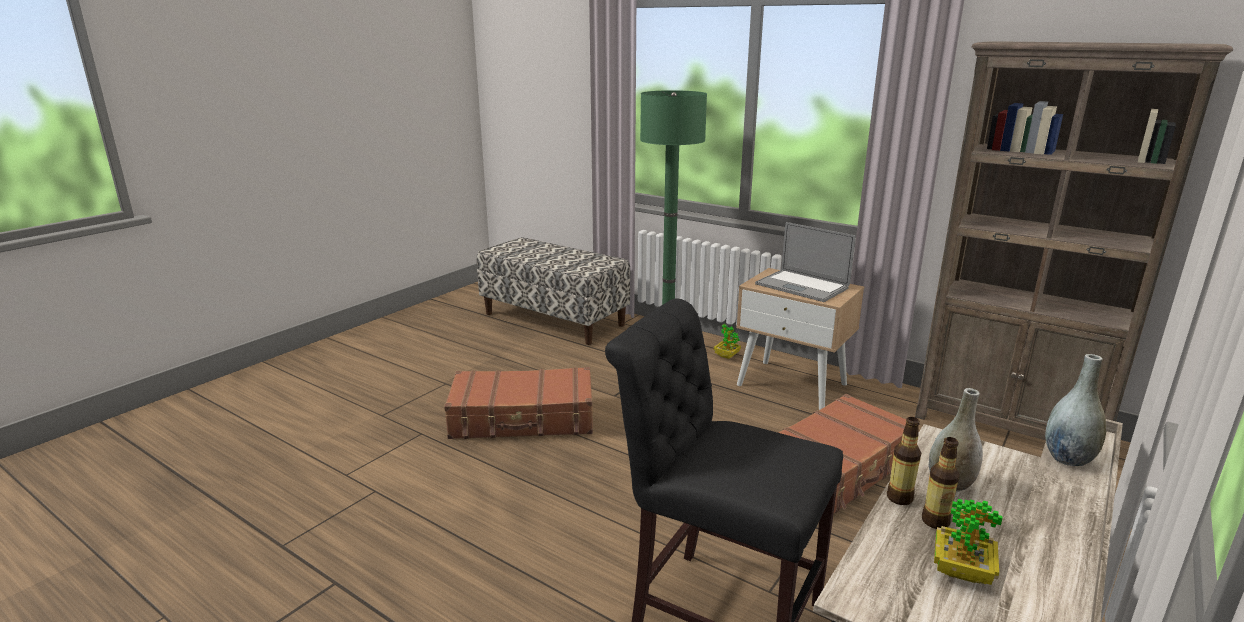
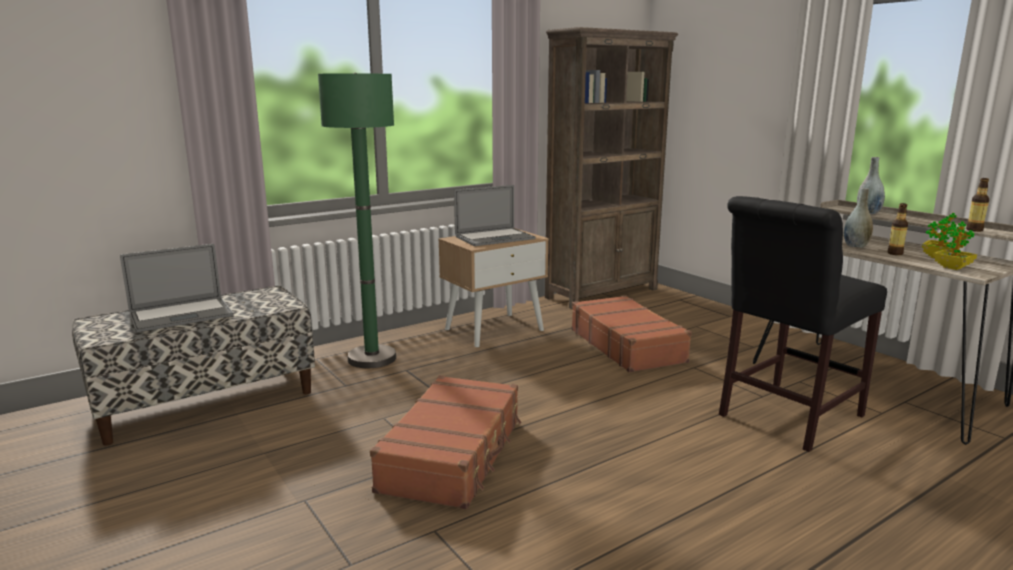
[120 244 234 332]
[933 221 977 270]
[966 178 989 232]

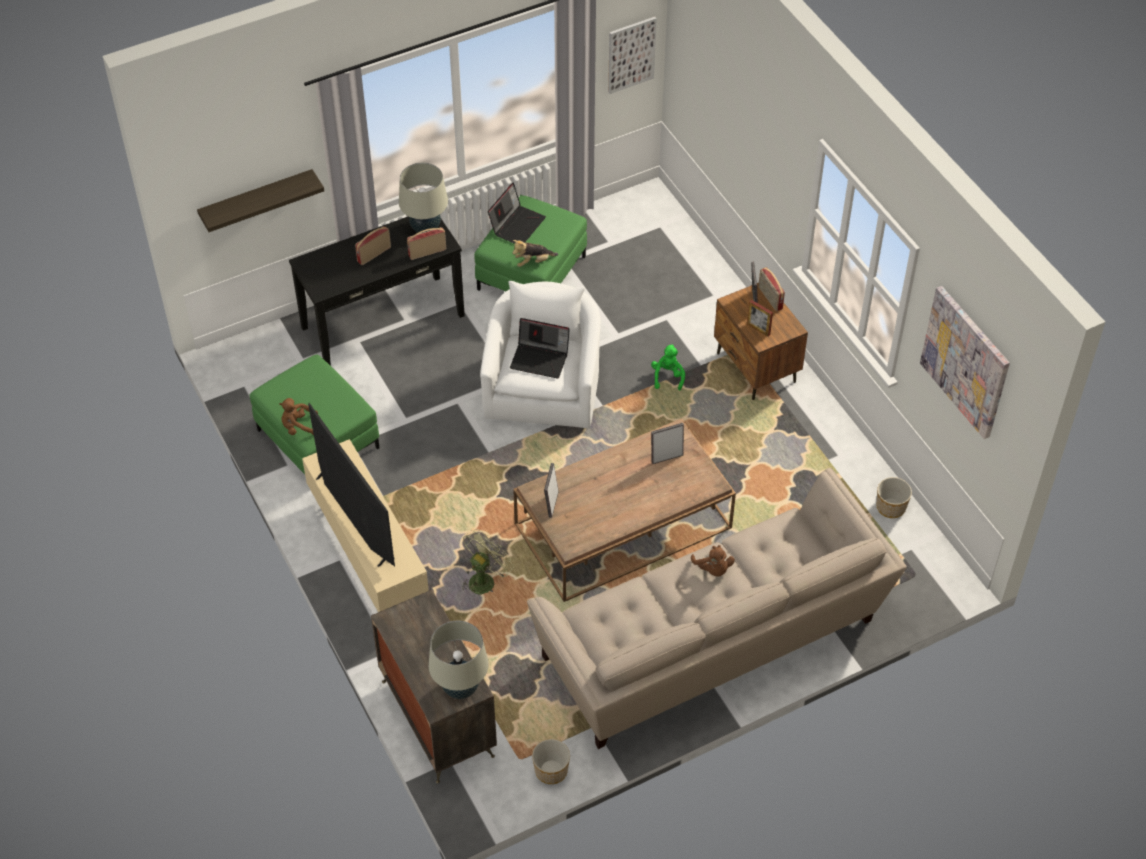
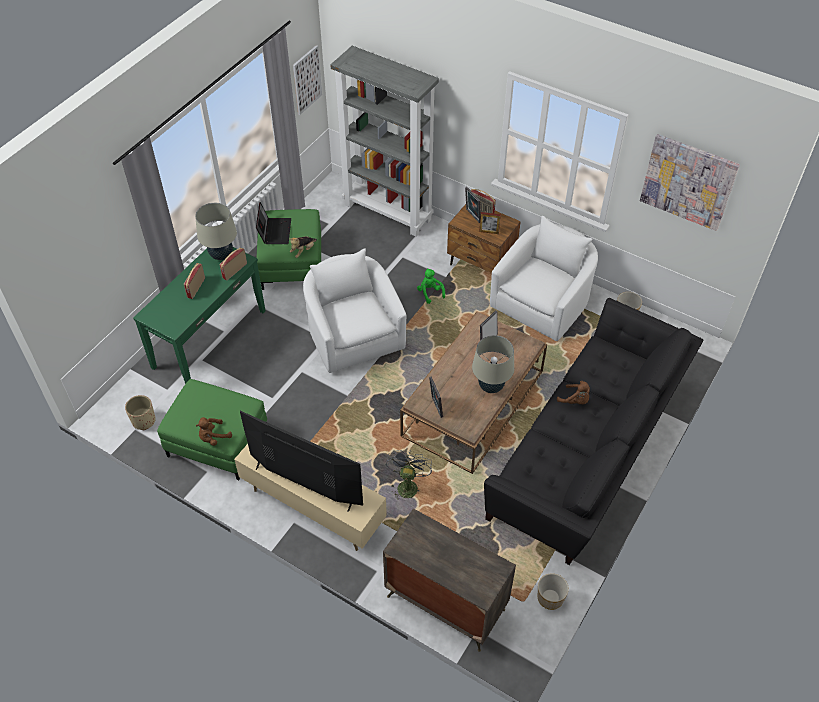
[197 169 324 232] (first image)
[510 318 570 378] (first image)
[125 395 156 430]
[330 46 439 237]
[490 216 598 341]
[472 335 514 393]
[133 247 265 384]
[386 450 432 500]
[484 298 703 565]

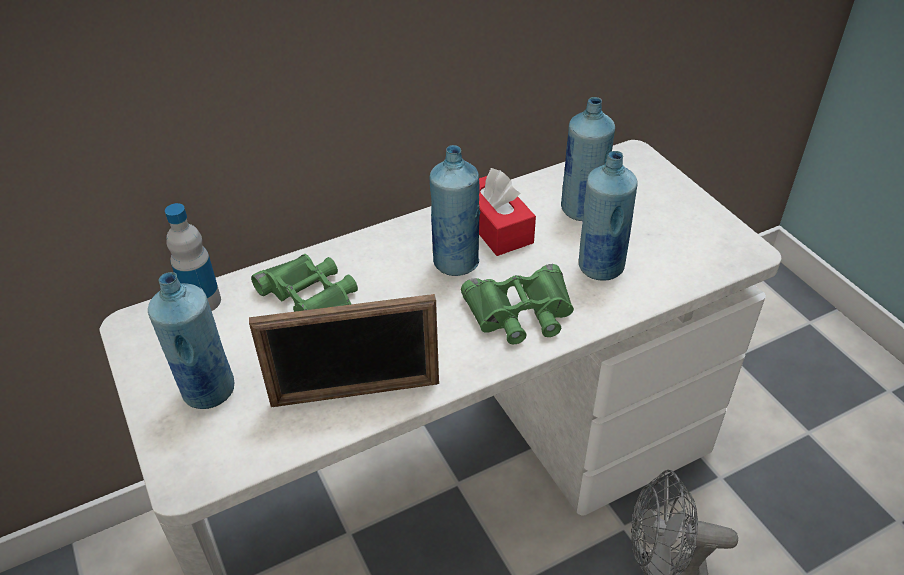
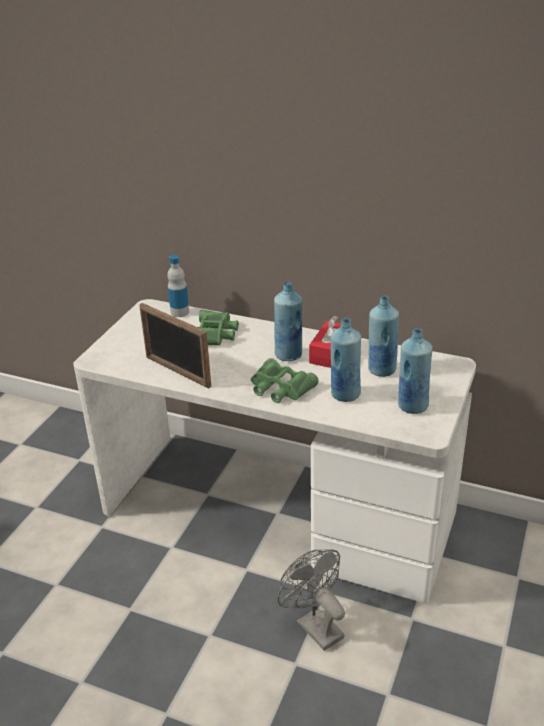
[398 328 433 414]

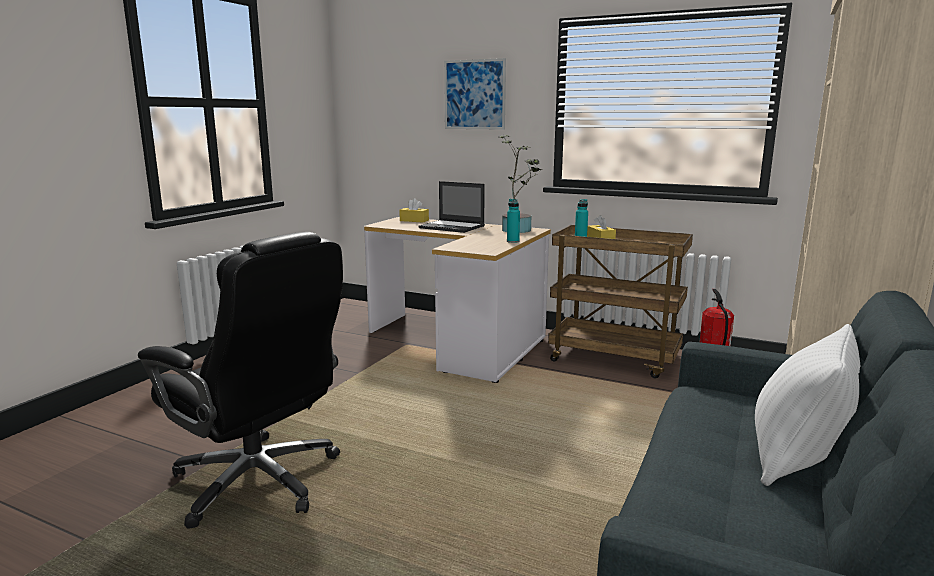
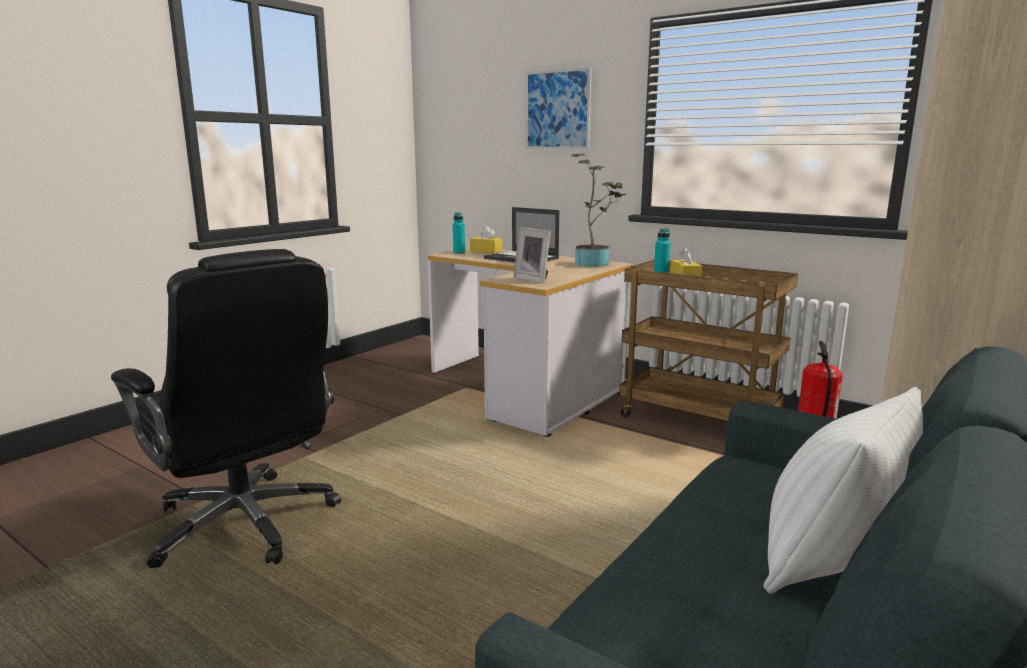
[514 227 551 283]
[453 212 465 254]

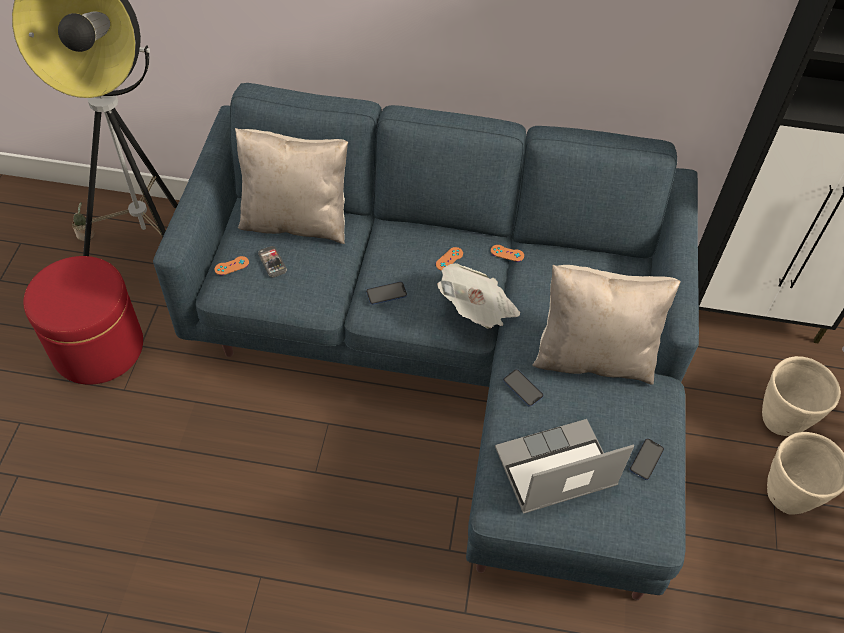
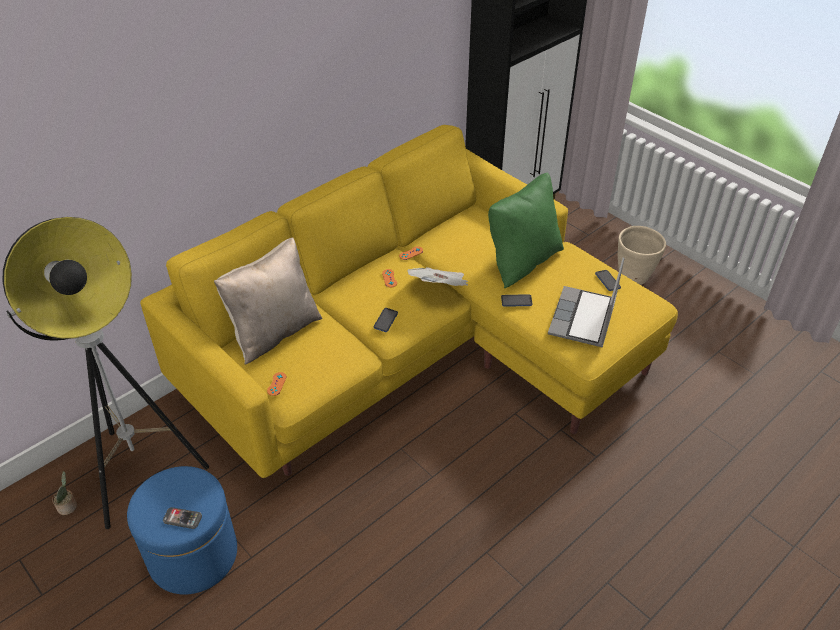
[762 356 841 436] (first image)
[163 507 202 529]
[127 466 237 595]
[140 125 678 478]
[488 172 564 288]

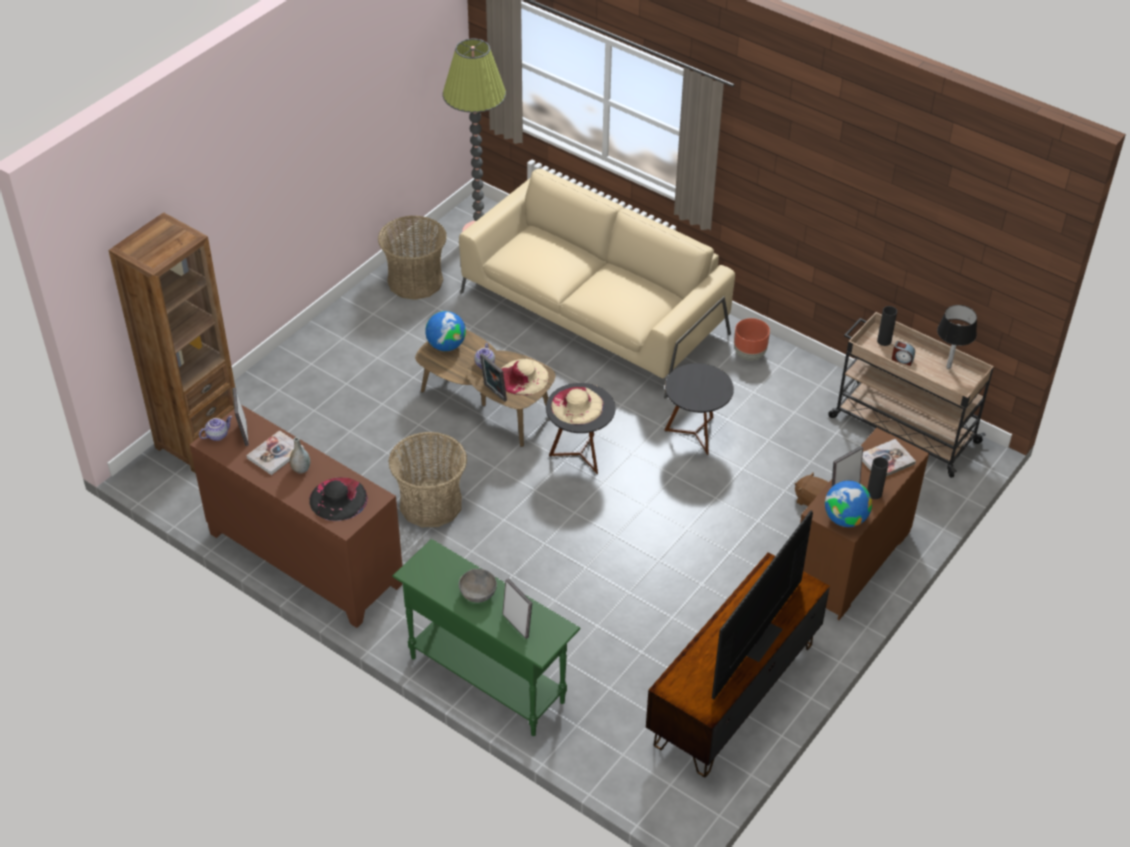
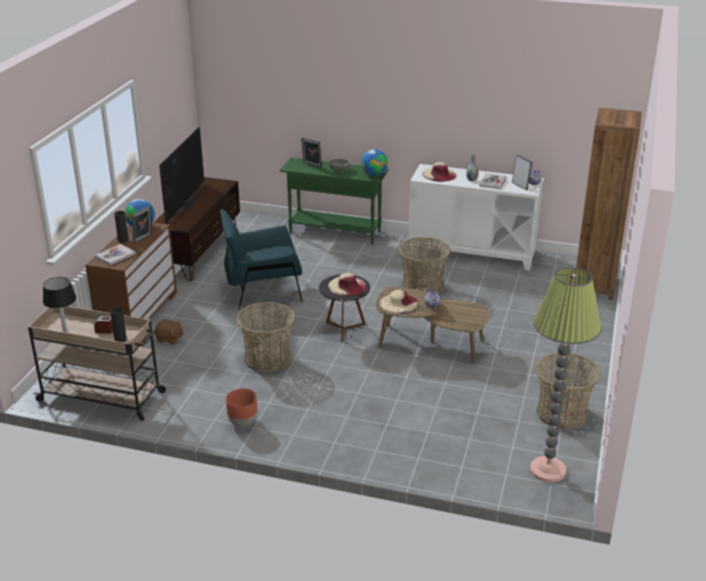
[459 169 735 399] (first image)
[480 354 507 402] (first image)
[220 209 303 310]
[361 149 388 176]
[236 302 295 372]
[408 164 544 271]
[422 162 457 182]

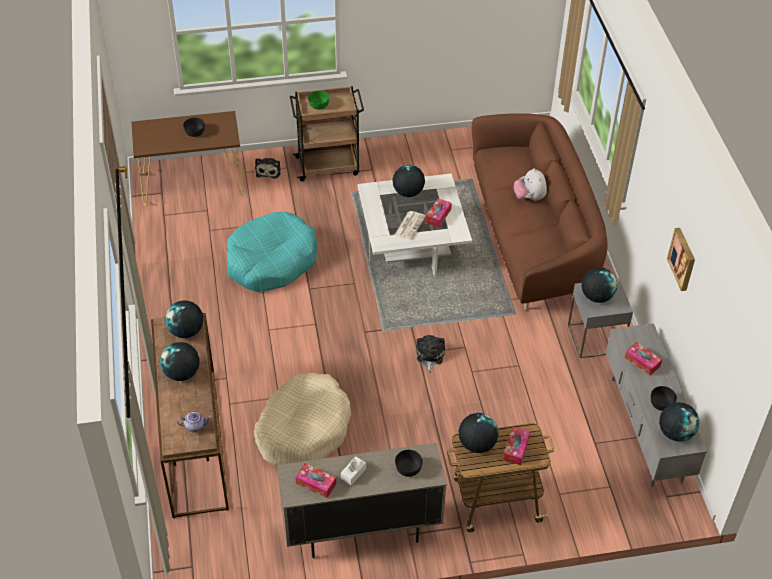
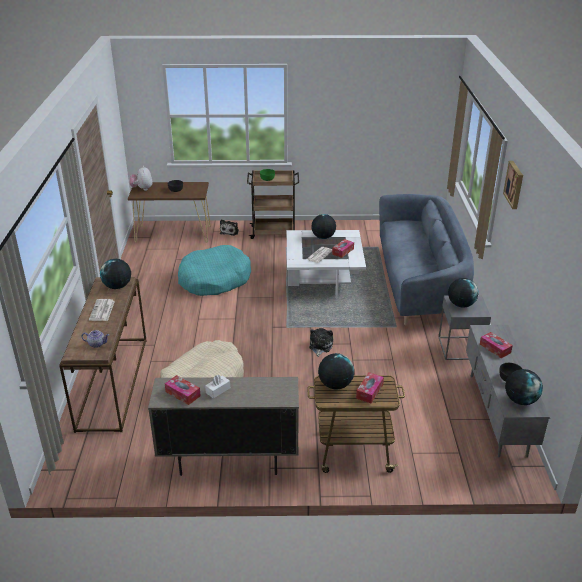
[395 450 423 477] (first image)
[129 166 153 191]
[503 161 523 209]
[89 299 115 321]
[379 194 474 325]

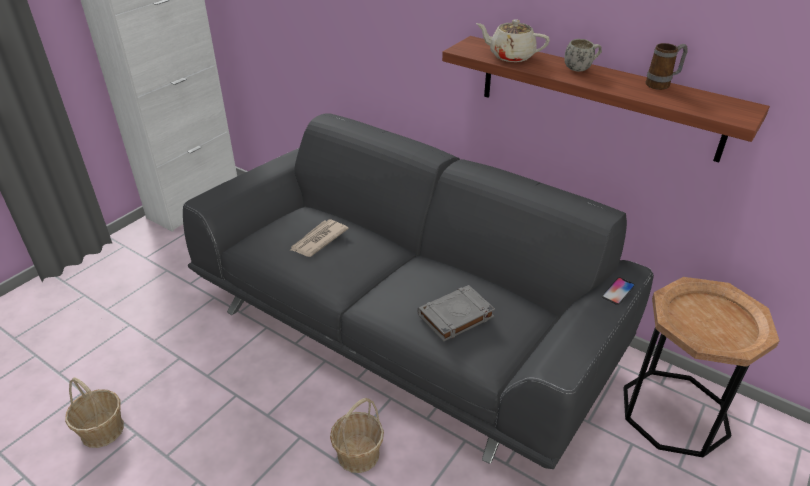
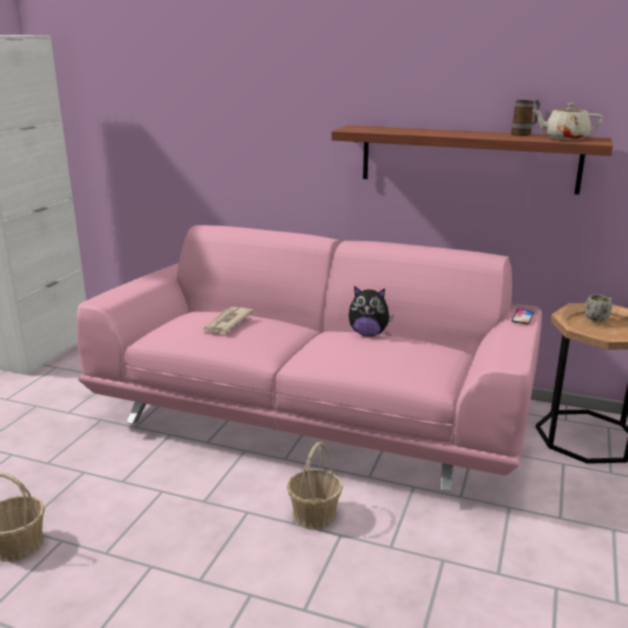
[417 285 495 342] (first image)
[349 286 394 336]
[532 103 603 140]
[584 295 613 322]
[77 225 542 491]

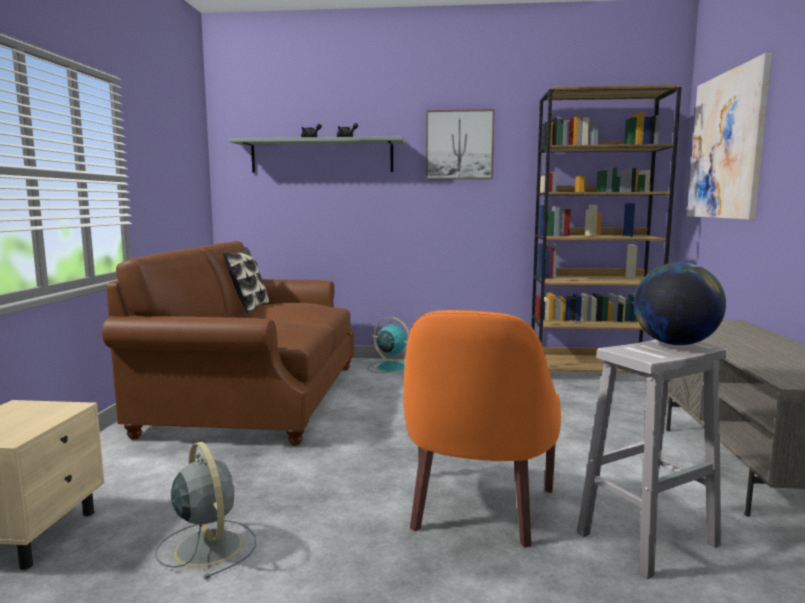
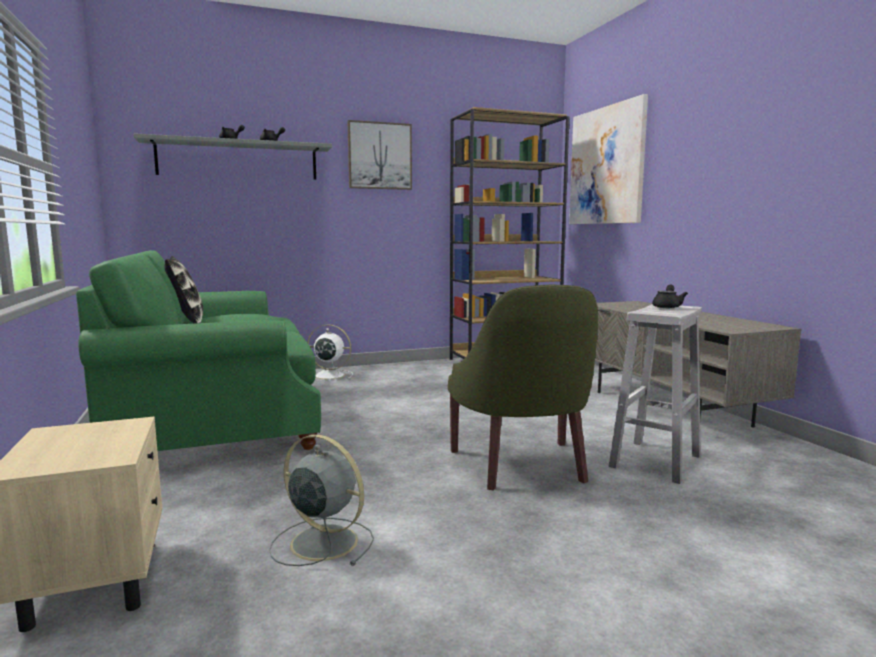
[652 285 688 308]
[76 250 321 451]
[307 325 353 381]
[448 285 598 491]

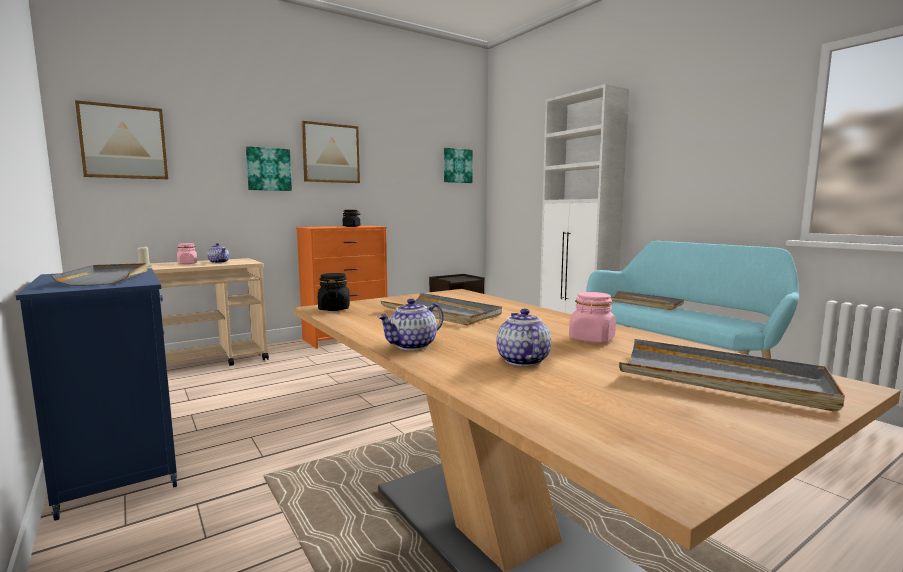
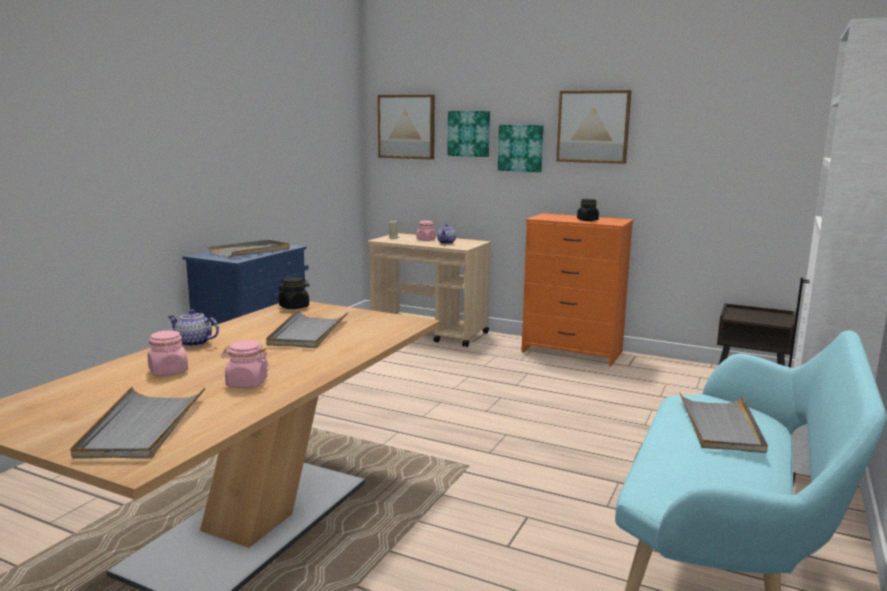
[447 111 490 157]
[148 330 188 376]

